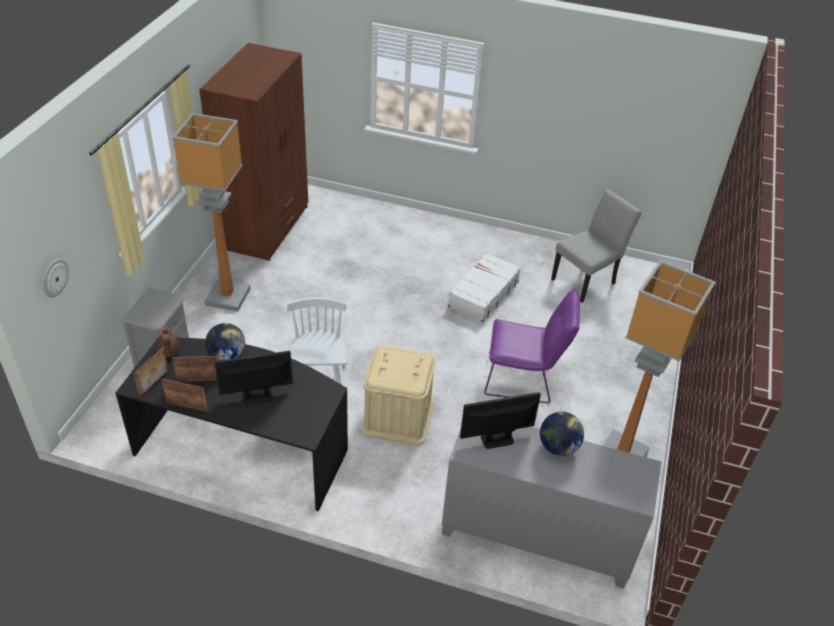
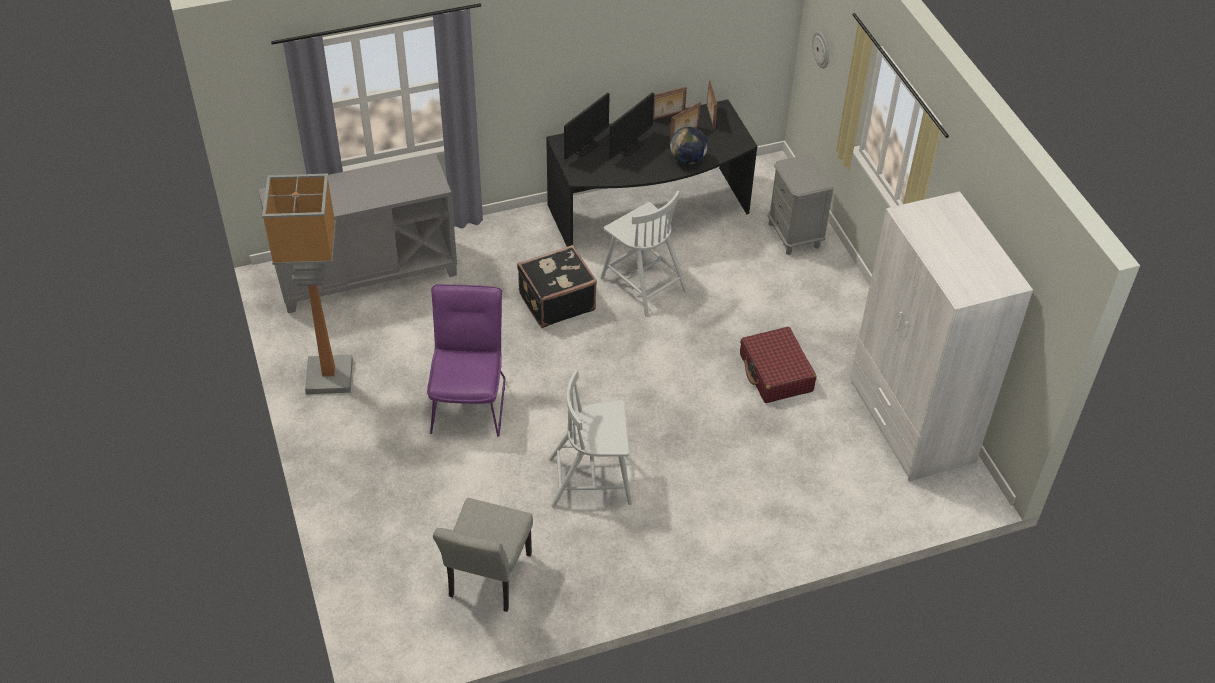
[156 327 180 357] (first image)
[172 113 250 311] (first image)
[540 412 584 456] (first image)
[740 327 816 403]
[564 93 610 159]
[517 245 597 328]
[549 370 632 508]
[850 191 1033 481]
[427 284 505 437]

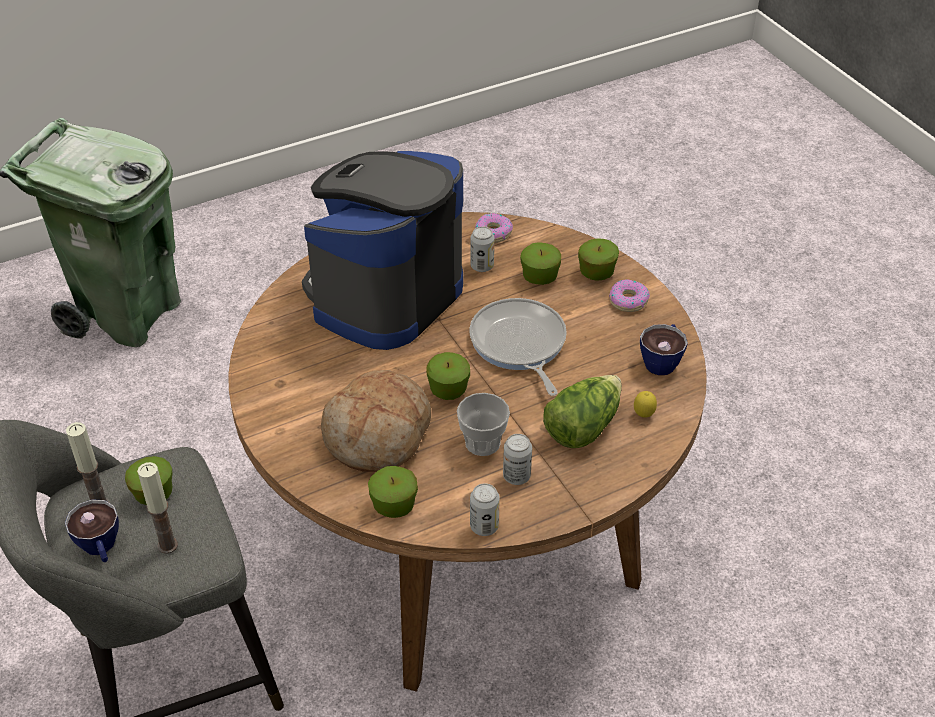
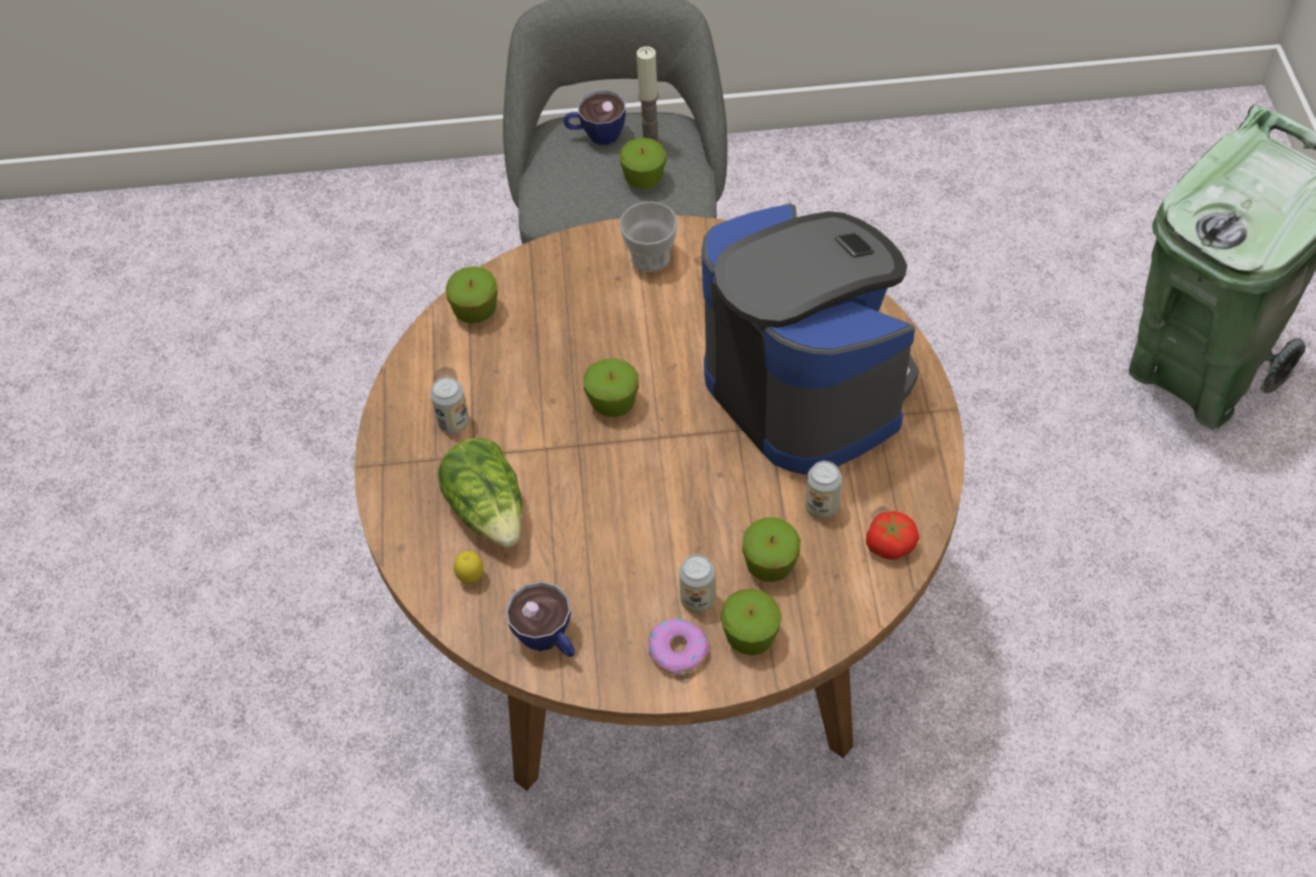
[137 462 178 554] (first image)
[321 370 431 472] (first image)
[469 298 567 396] (first image)
[619 201 678 272]
[679 555 715 613]
[866 511 919 560]

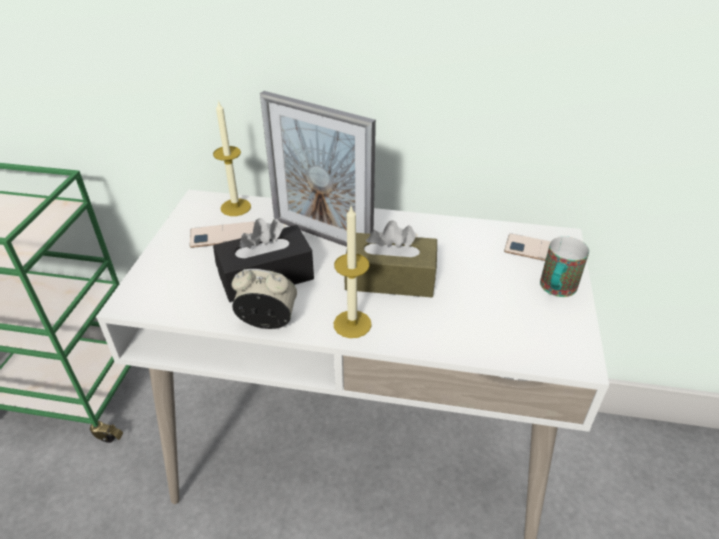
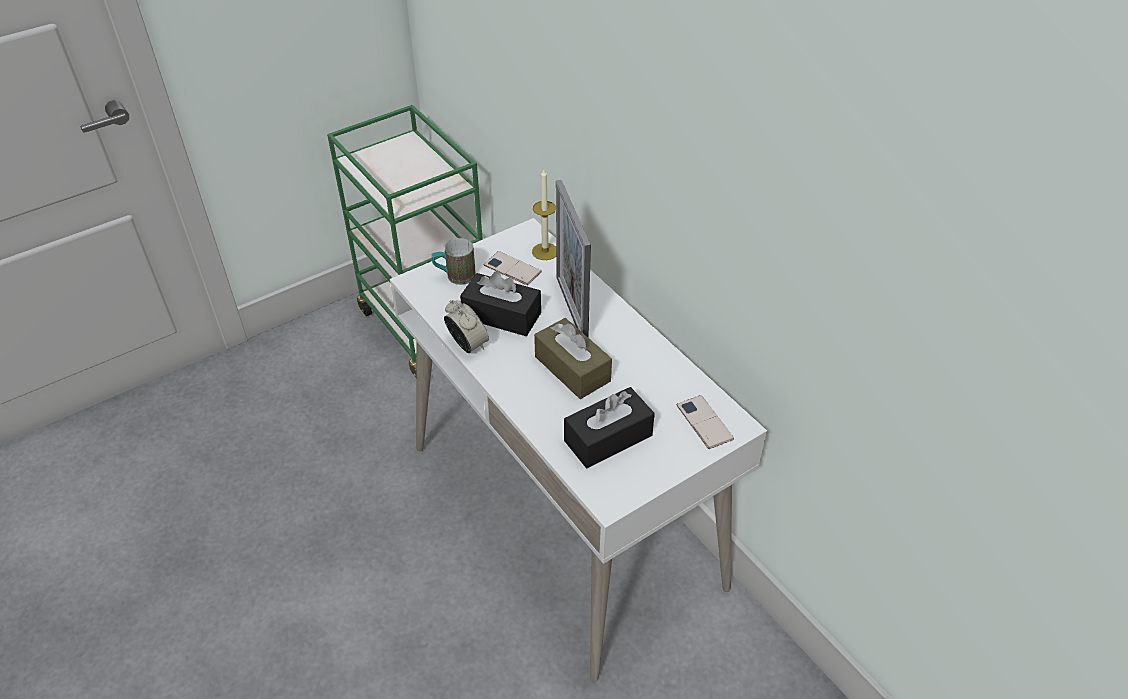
[334 207 372 338] (first image)
[564 387 655 468]
[432 238 476 285]

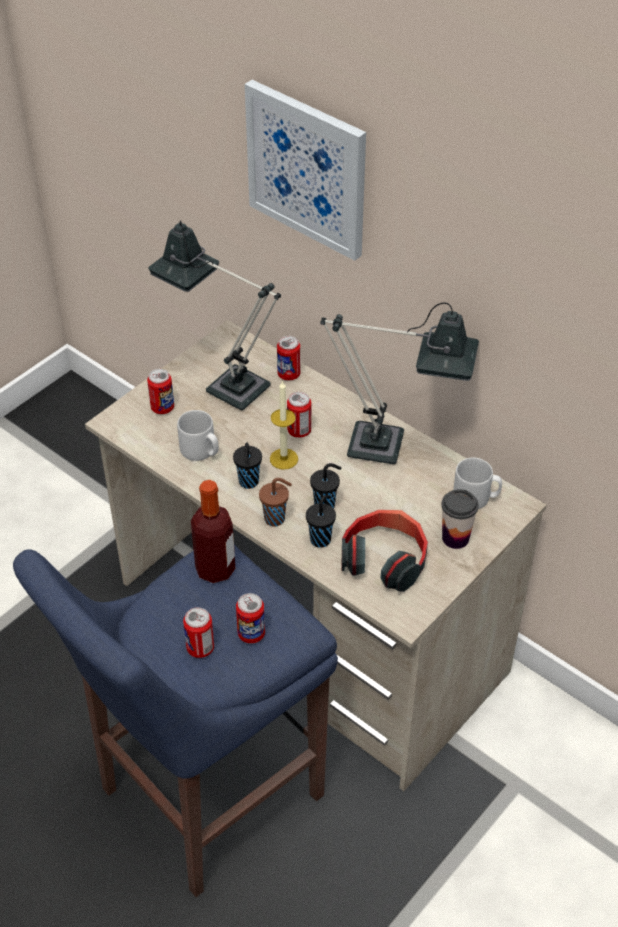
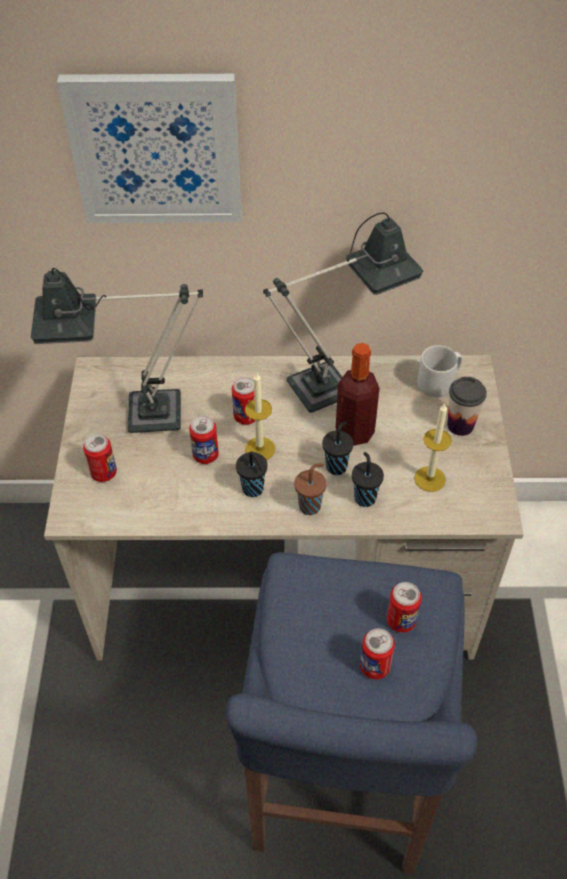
[177 410 219 461] (first image)
[336 343 379 446]
[189 416 219 464]
[414 403 452 492]

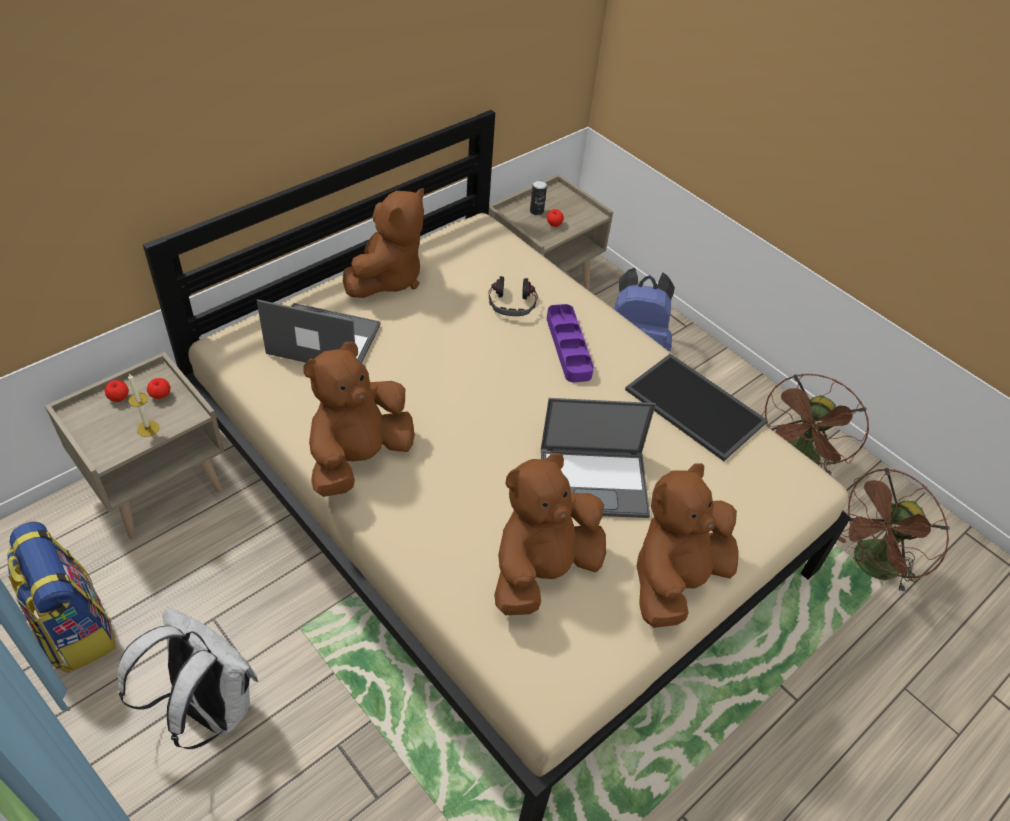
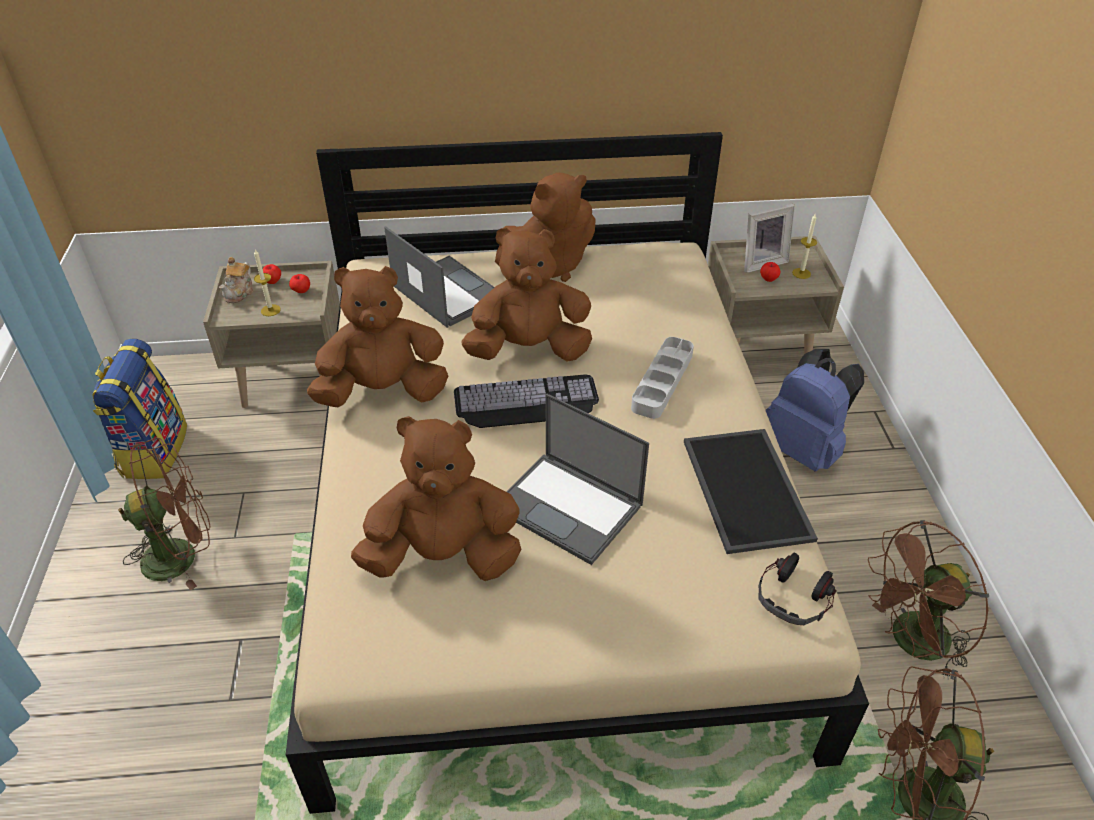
[219 257 254 303]
[454 374 599 428]
[792 214 817 279]
[758 553 837 625]
[462 227 592 362]
[118 437 211 590]
[744 204 795 273]
[631 337 694 419]

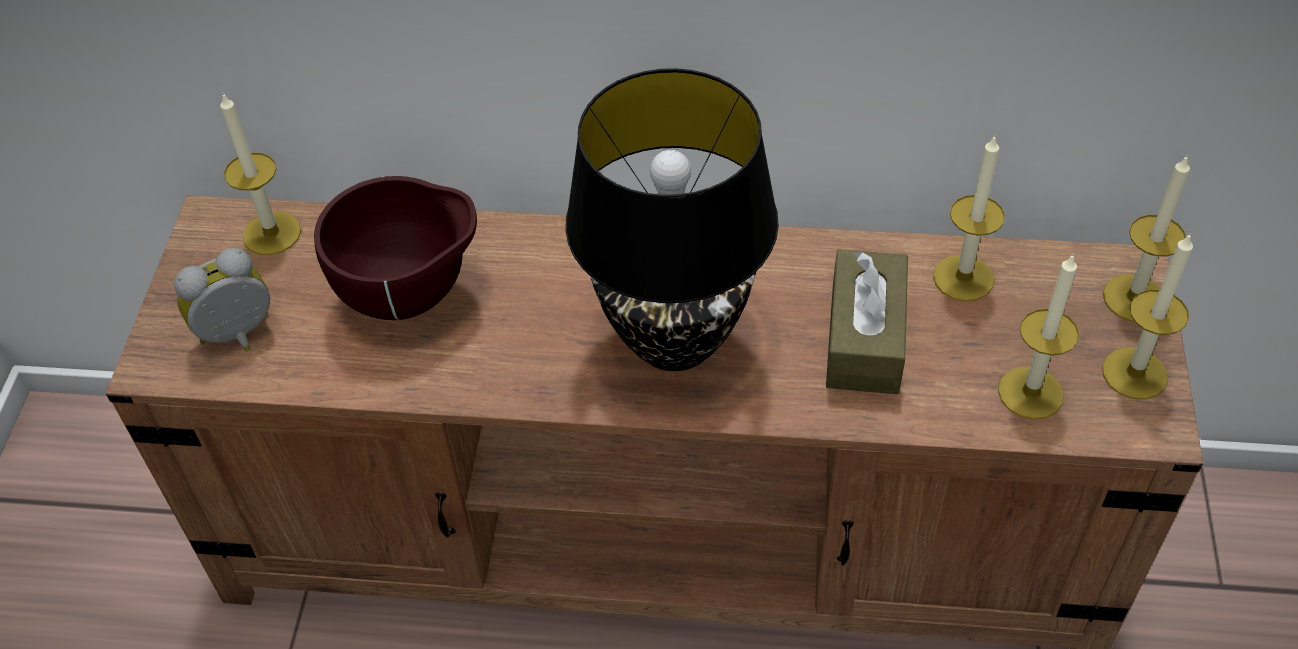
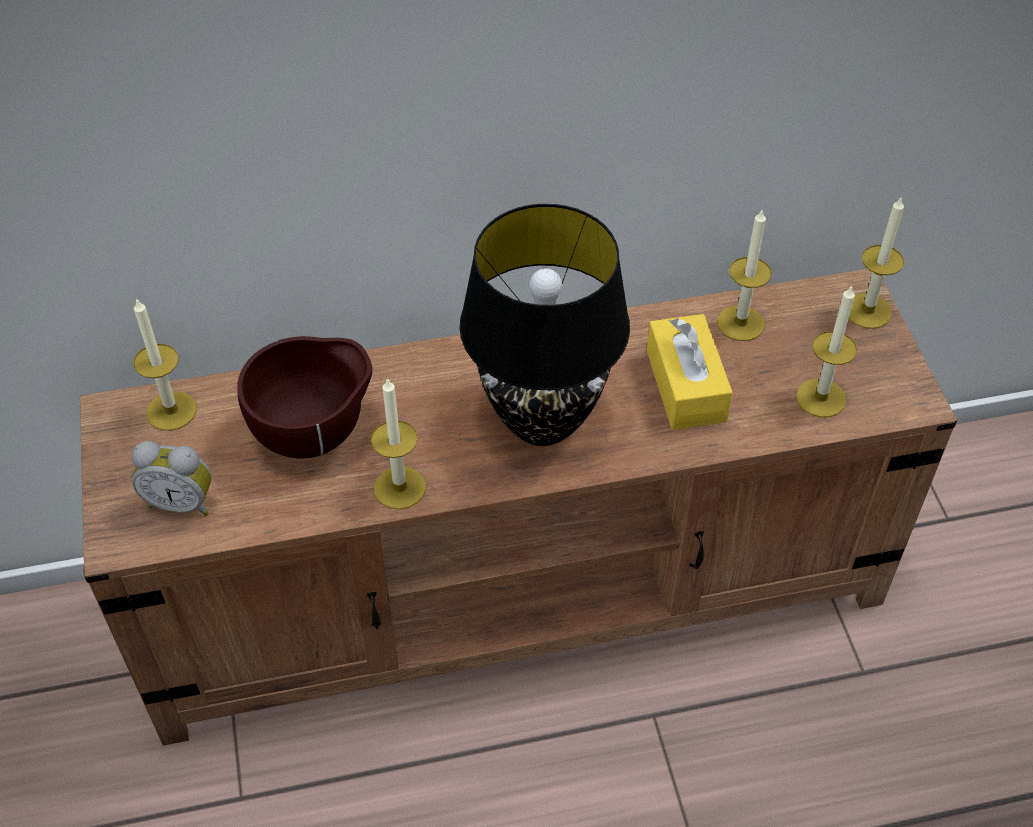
[371 377 426 510]
[647 314 733 430]
[131 441 212 516]

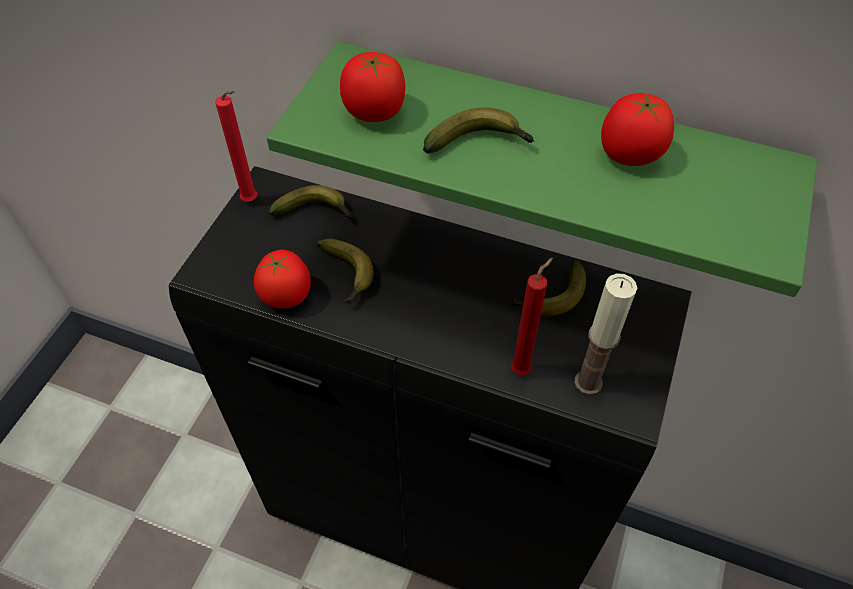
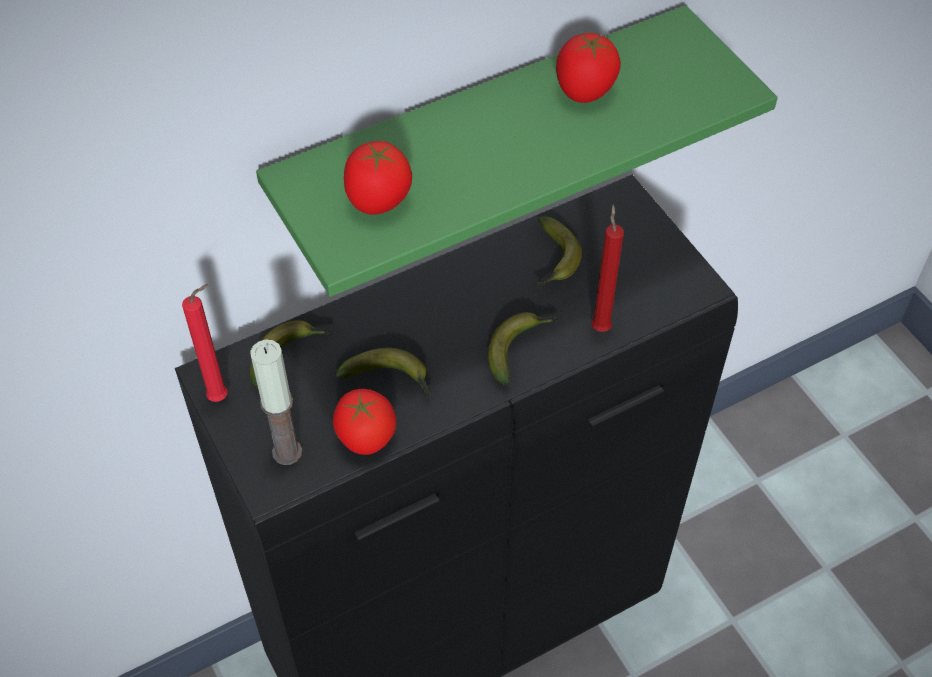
[488 312 559 386]
[250 339 302 465]

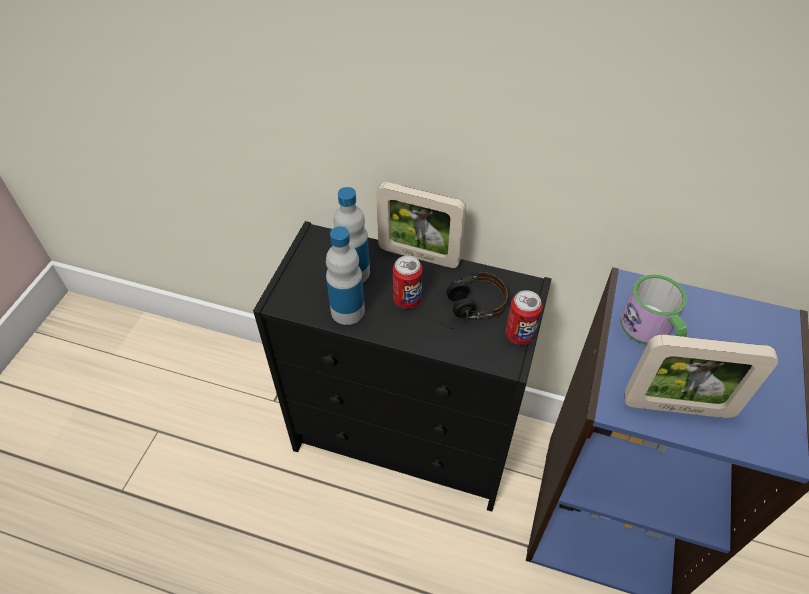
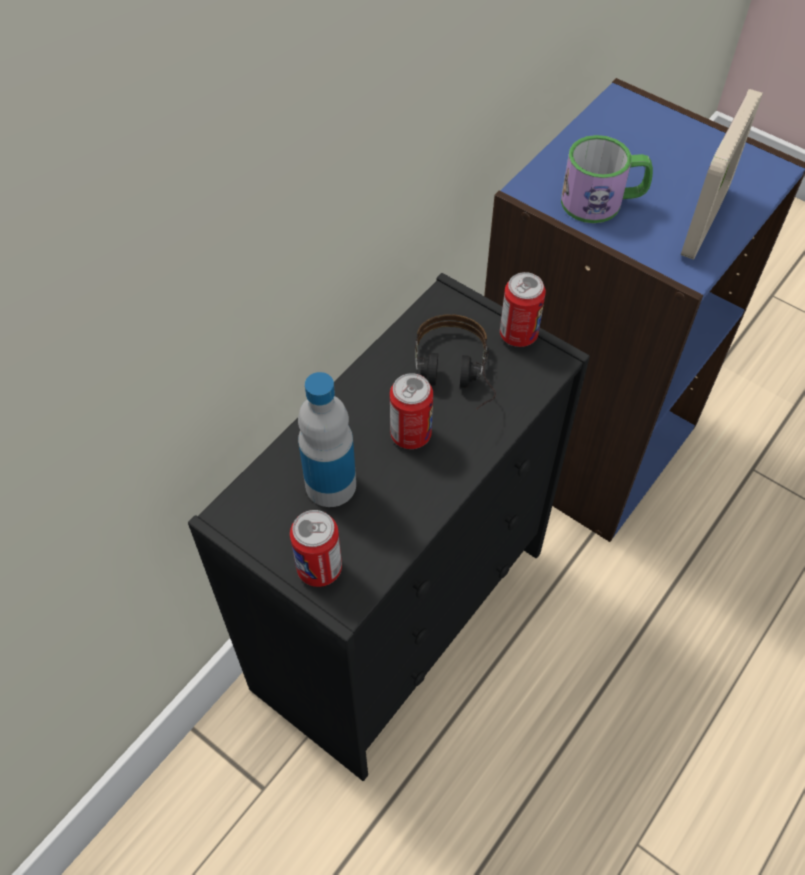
[326 226 365 325] (first image)
[376 182 466 268] (first image)
[290 510 342 587]

